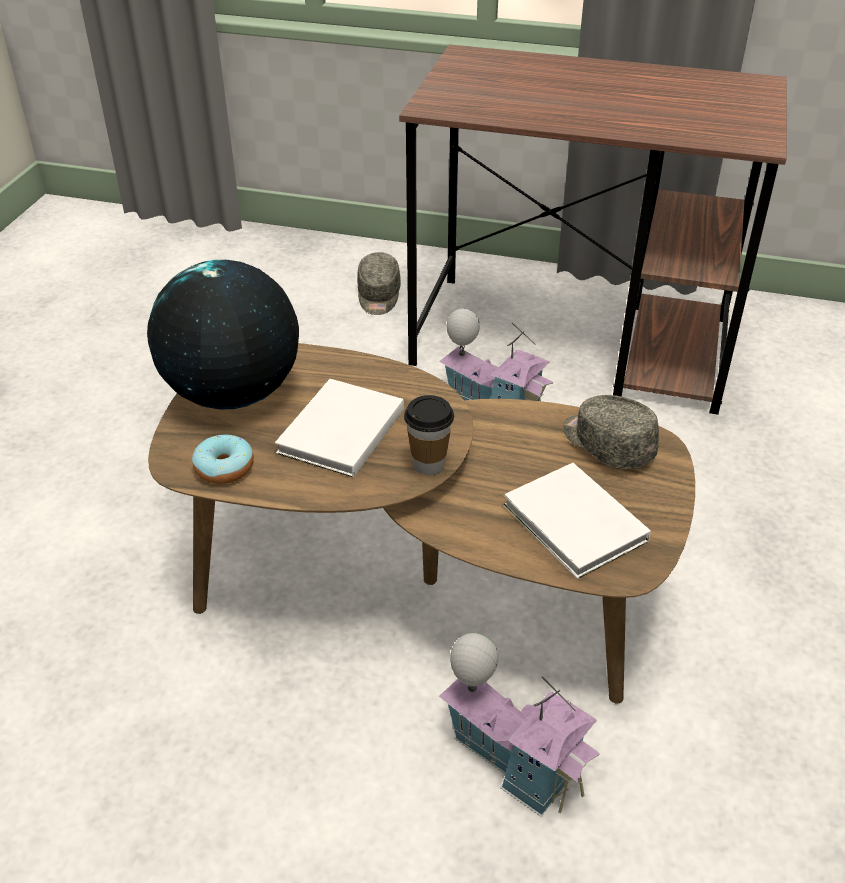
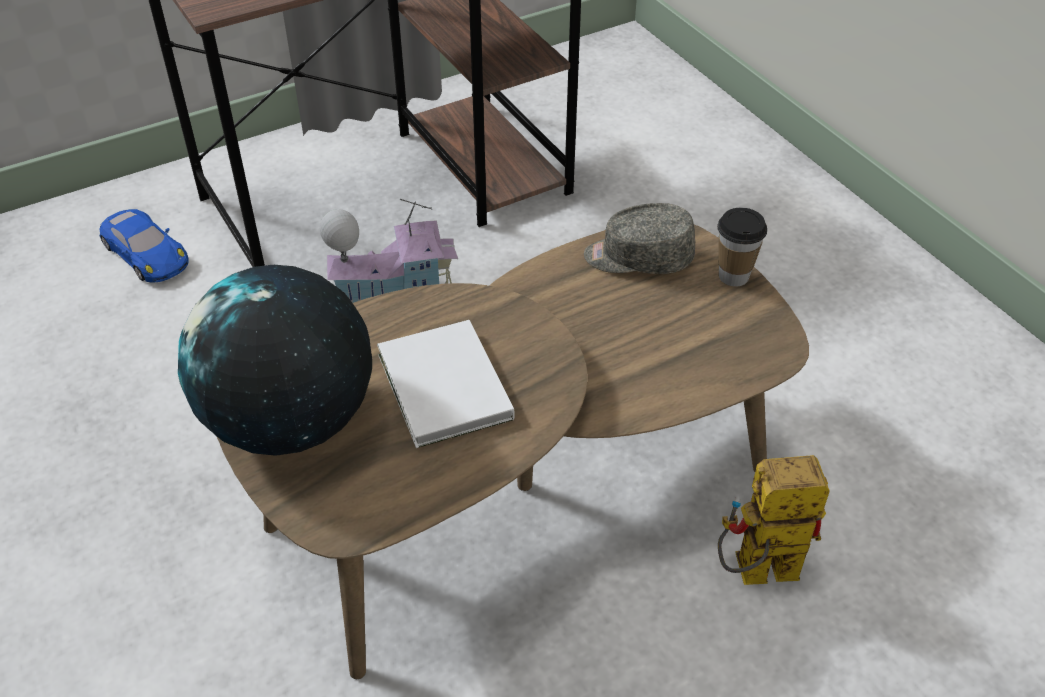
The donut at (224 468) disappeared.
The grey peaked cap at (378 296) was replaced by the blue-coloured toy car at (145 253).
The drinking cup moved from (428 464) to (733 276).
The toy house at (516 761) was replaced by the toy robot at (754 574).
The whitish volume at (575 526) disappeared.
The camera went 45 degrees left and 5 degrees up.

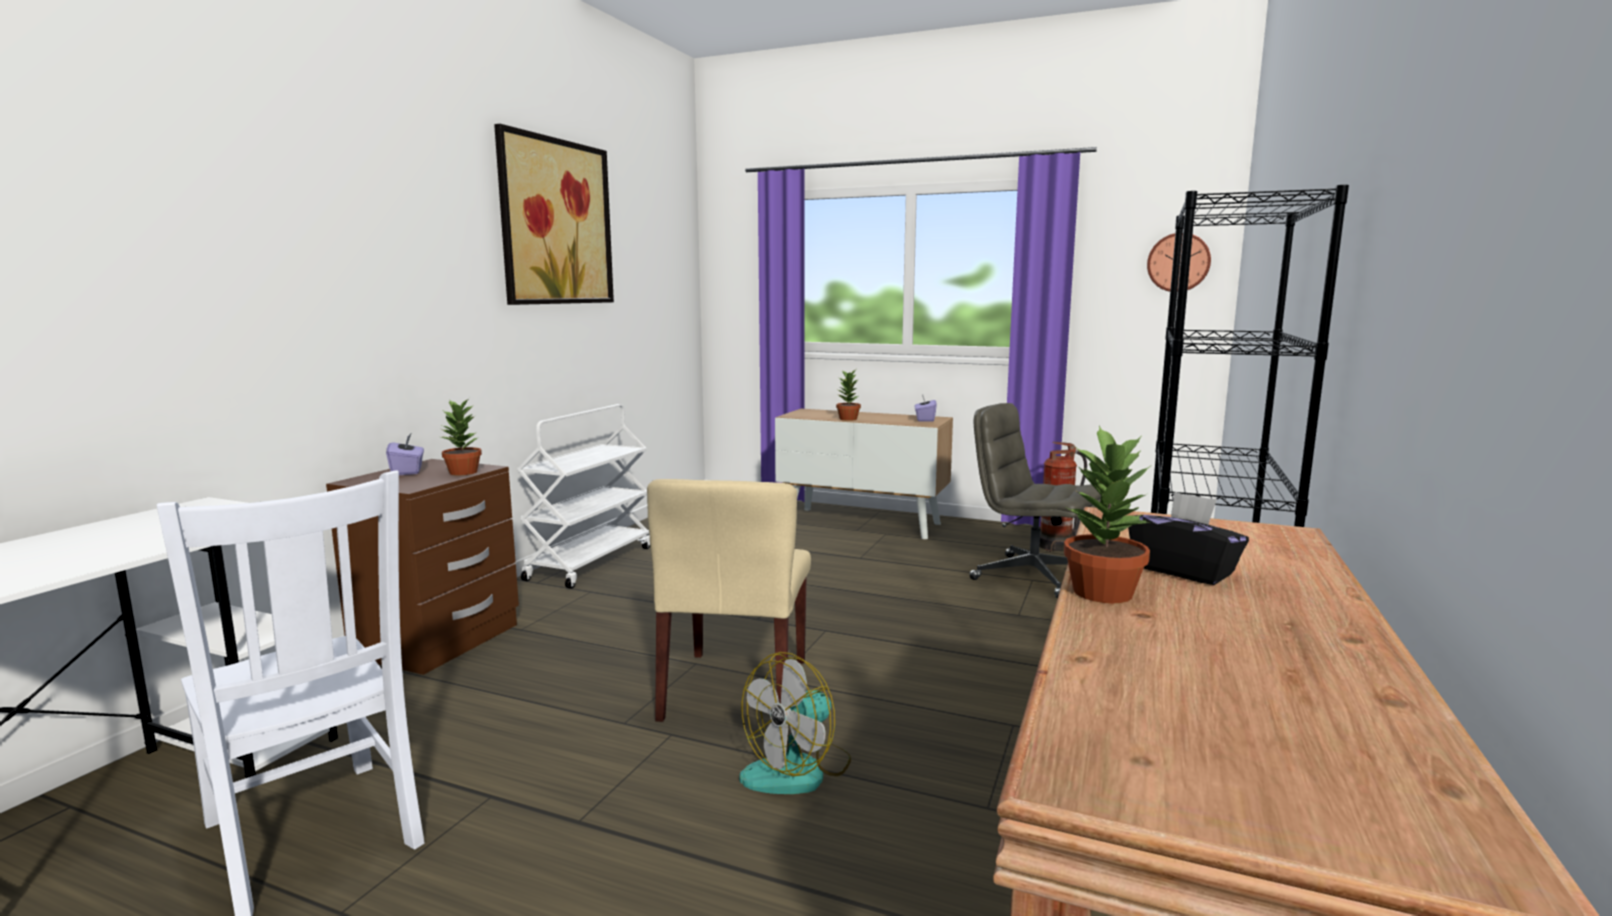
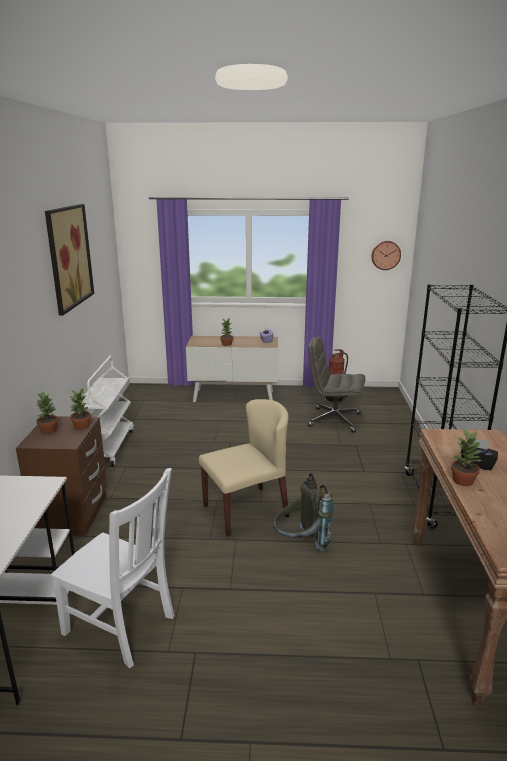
The purplish tissue box at (407 471) was replaced by the potted plant at (48 430).
The beige chair at (736 689) turned 105 degrees counterclockwise.
The fan at (798 770) was replaced by the grey rucksack at (300 544).
The camera went 20 degrees left and 10 degrees up.

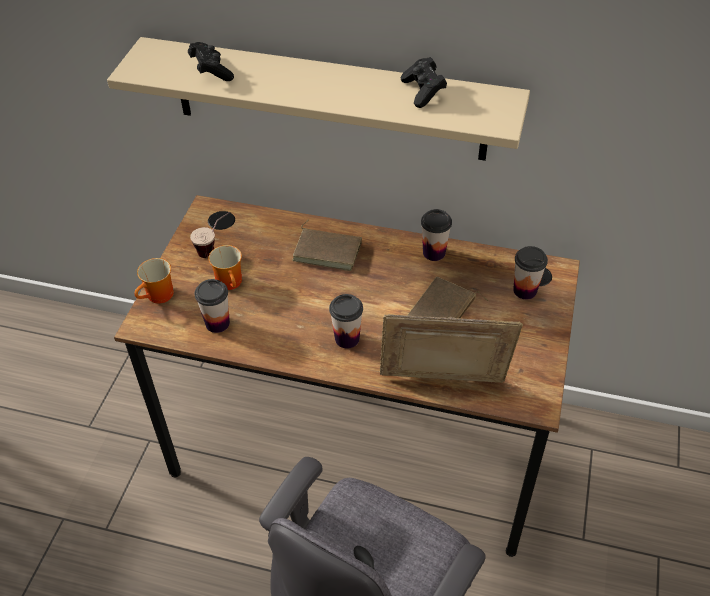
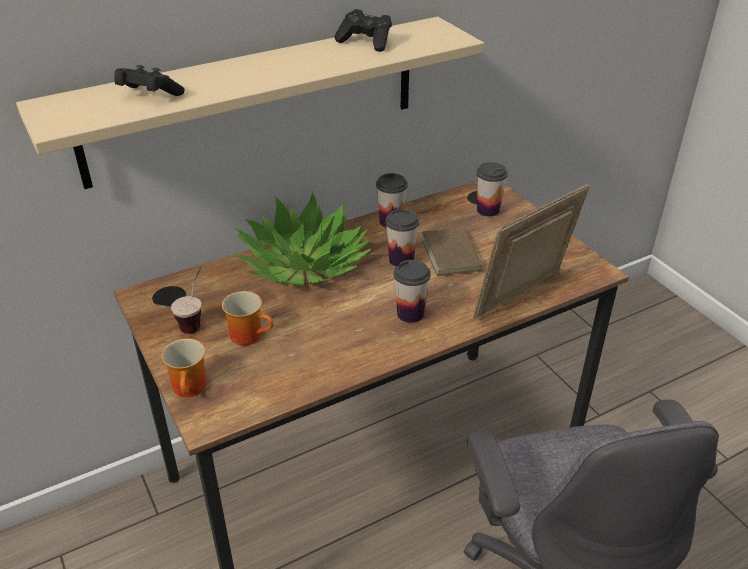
The drinking cup moved from (217 323) to (401 260).
The brown volume at (328 250) was replaced by the potted plant at (304 264).
The camera went 45 degrees left and 10 degrees down.

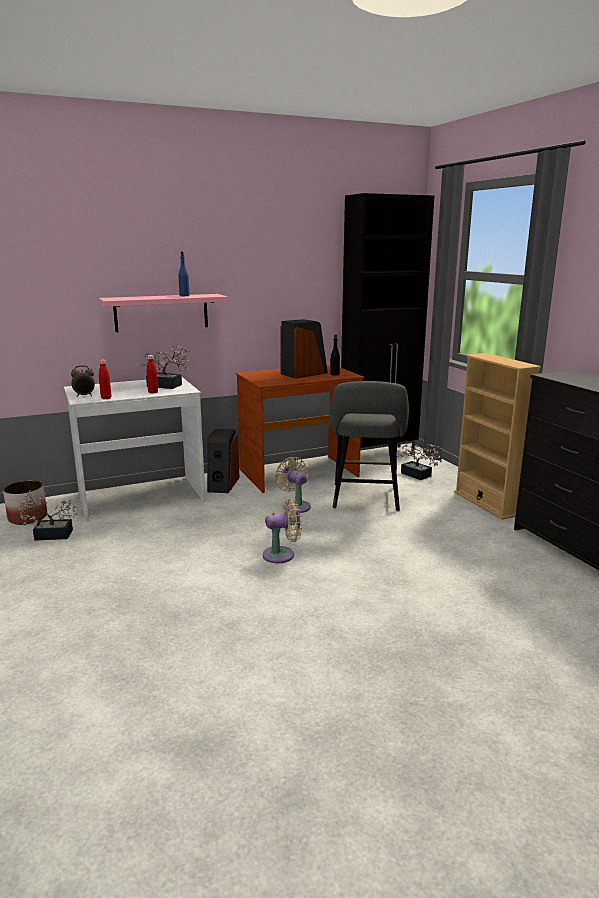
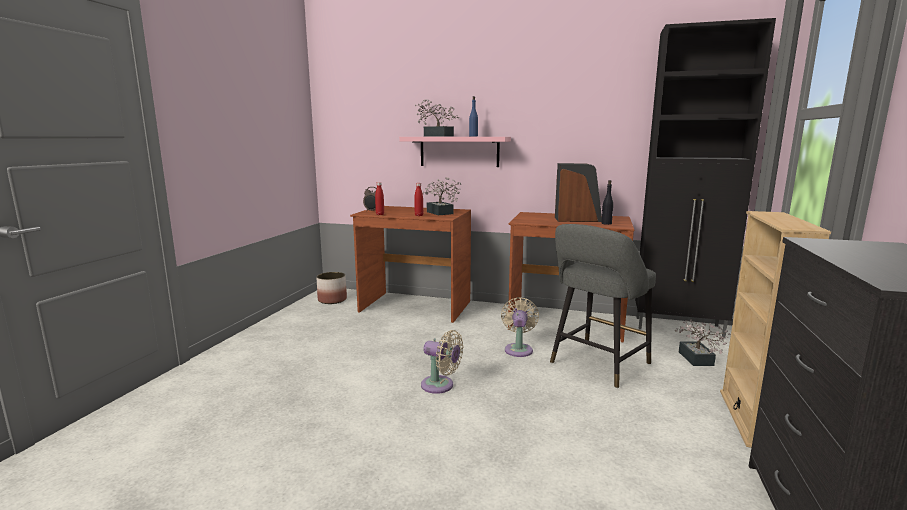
The potted plant moved from (49 535) to (436 136).
The whitish desk unit at (141 498) became the brown desk unit at (415 307).
The loudspeaker at (222 484) disappeared.
The camera went 40 degrees right and 5 degrees down.

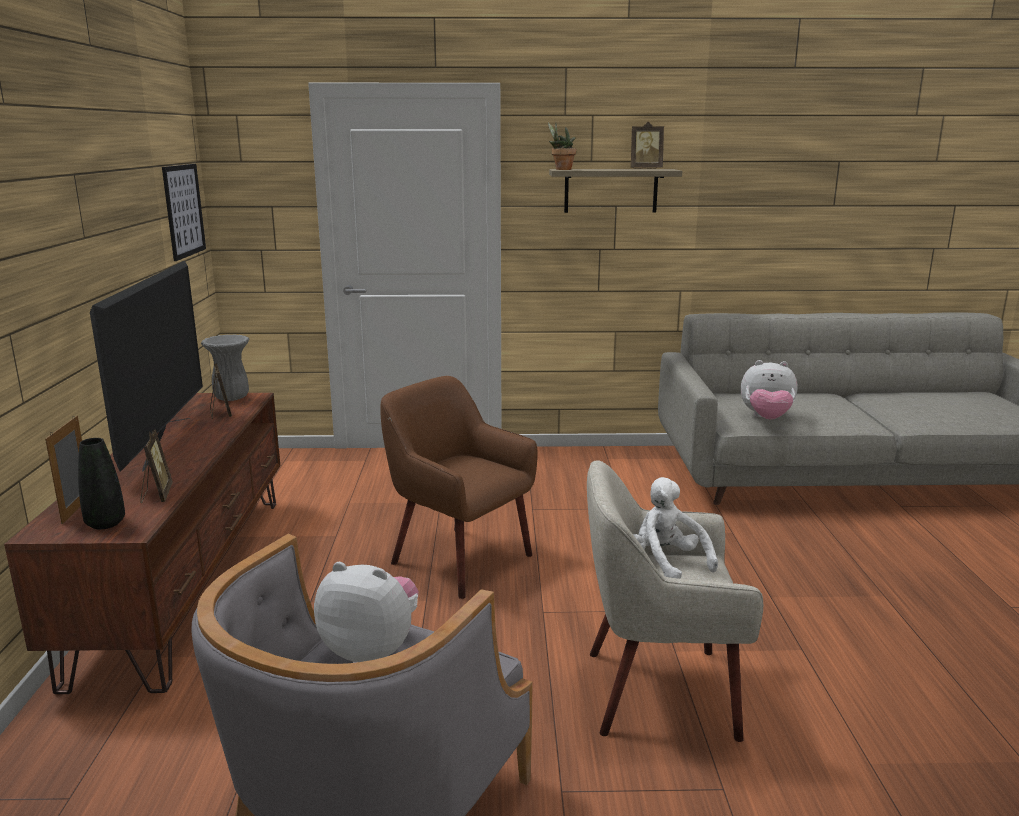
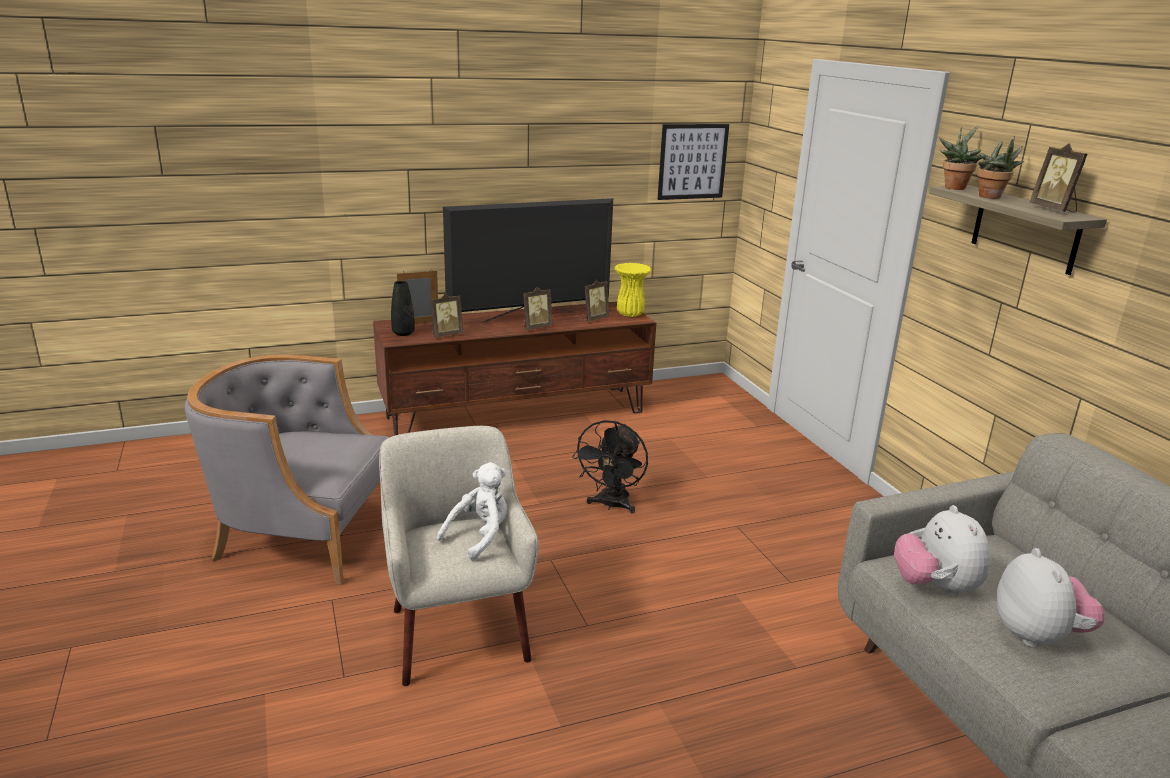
The grey flower vase at (232 397) became the yellowish flower vase at (630 314).
The plush toy moved from (372 649) to (1038 636).
The brown easy chair at (459 559) was replaced by the black-coloured fan at (611 505).
The picture frame at (536 327) appeared.
The potted plant at (992 197) appeared.
The camera went 70 degrees right and 5 degrees up.

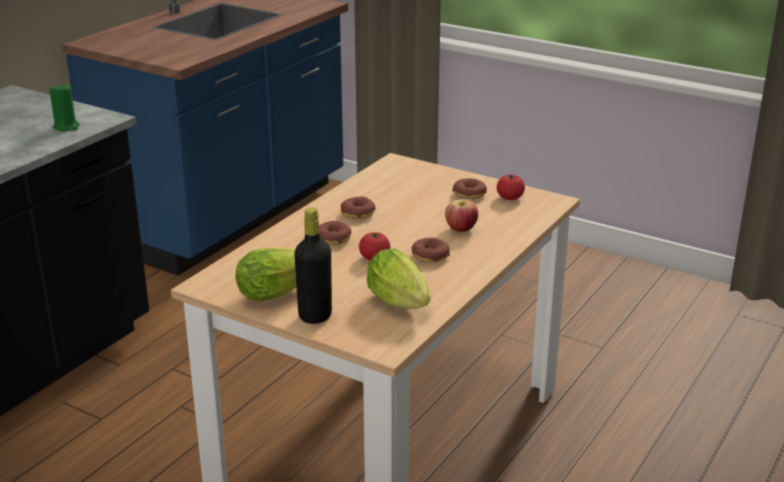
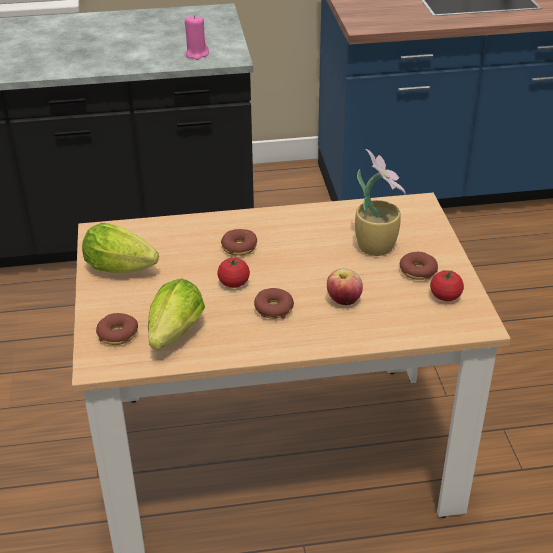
The green candle at (66 127) became the pink candle at (196 54).
The black-coloured bottle at (315 316) disappeared.
The donut moved from (358 213) to (117 334).
The potted plant at (376 245) appeared.
The camera went 50 degrees right and 10 degrees up.

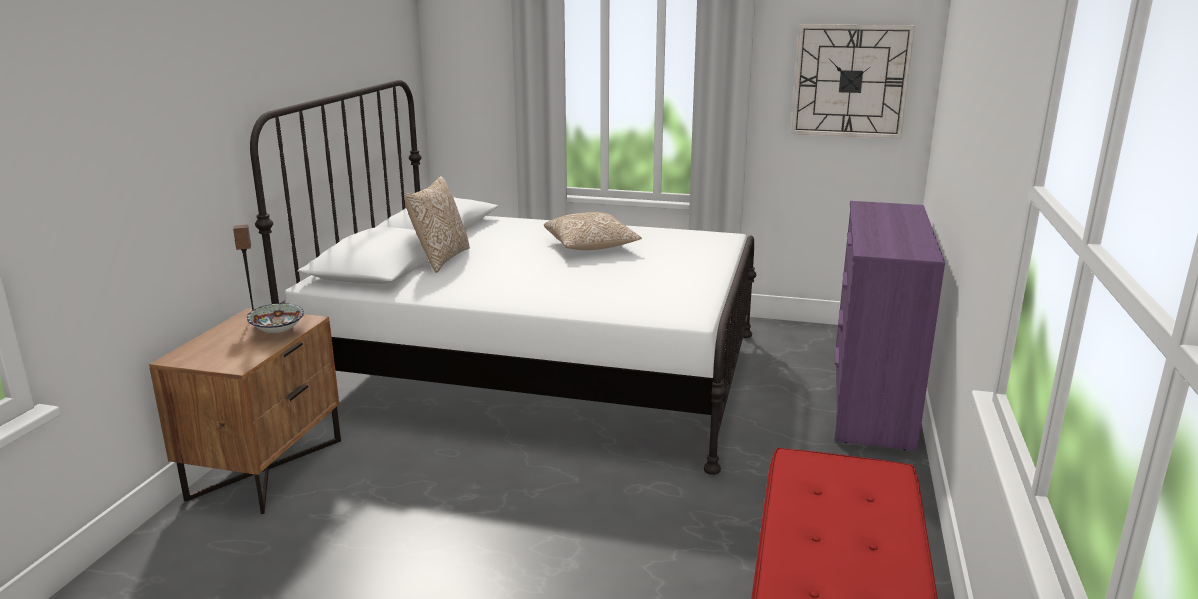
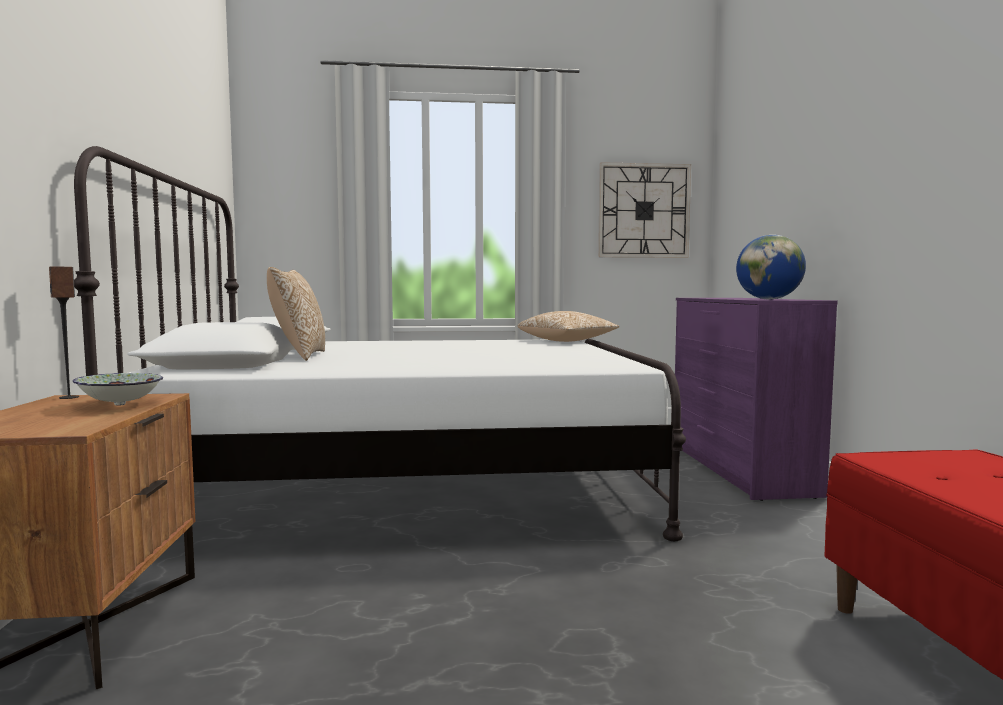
The throw pillow moved from (590 247) to (567 341).
The globe at (768 299) appeared.
The camera went 20 degrees left and 15 degrees down.

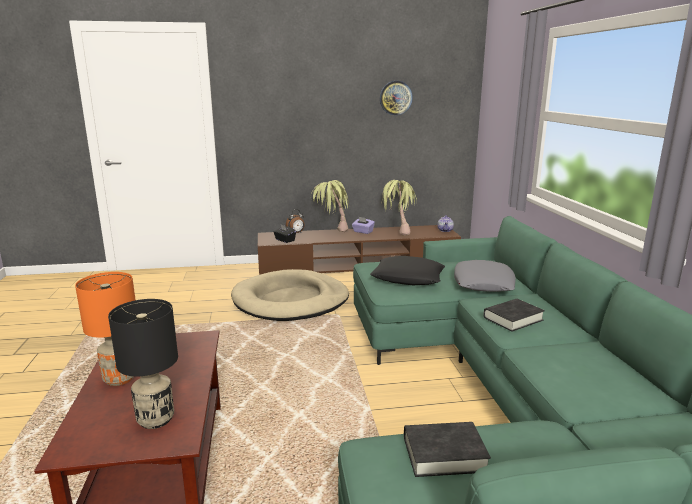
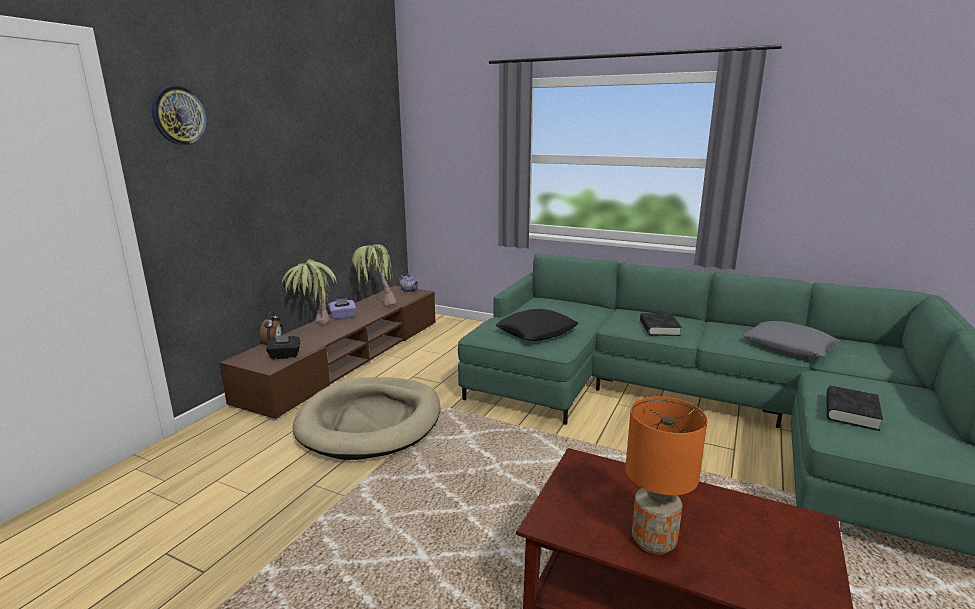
The black-coloured table lamp at (156 419) disappeared.
The hanging clock moved from (395 98) to (179 115).
The grey throw pillow moved from (483 283) to (789 346).
The camera went 55 degrees left and 0 degrees up.

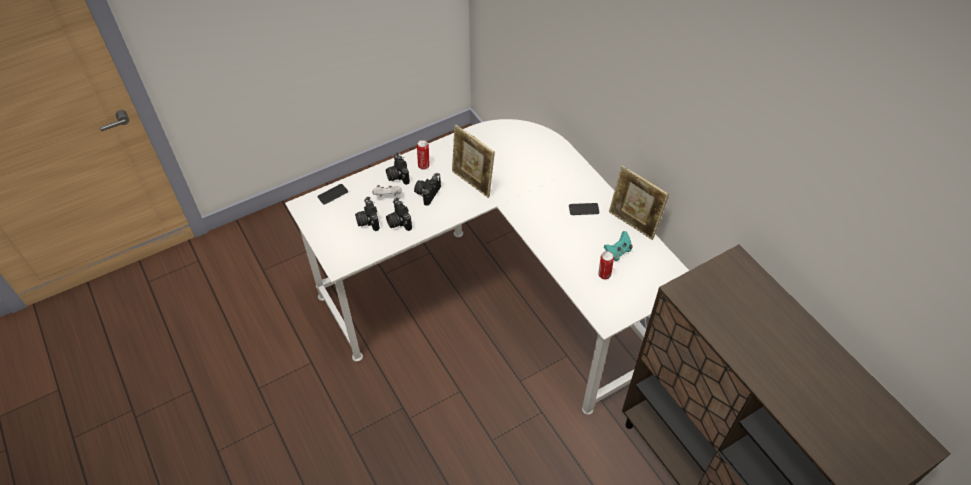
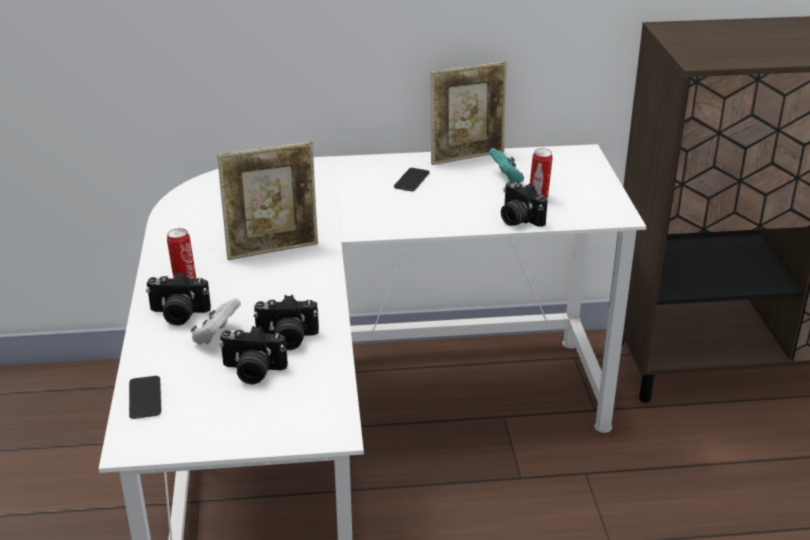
The still camera moved from (427 193) to (518 219).
The camera went 65 degrees left and 20 degrees down.

